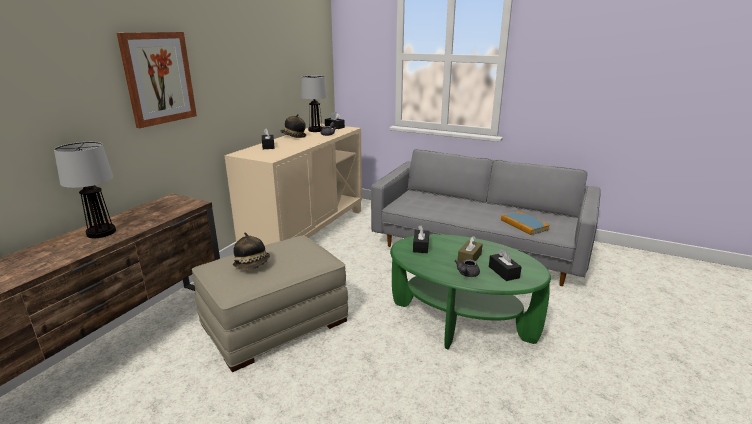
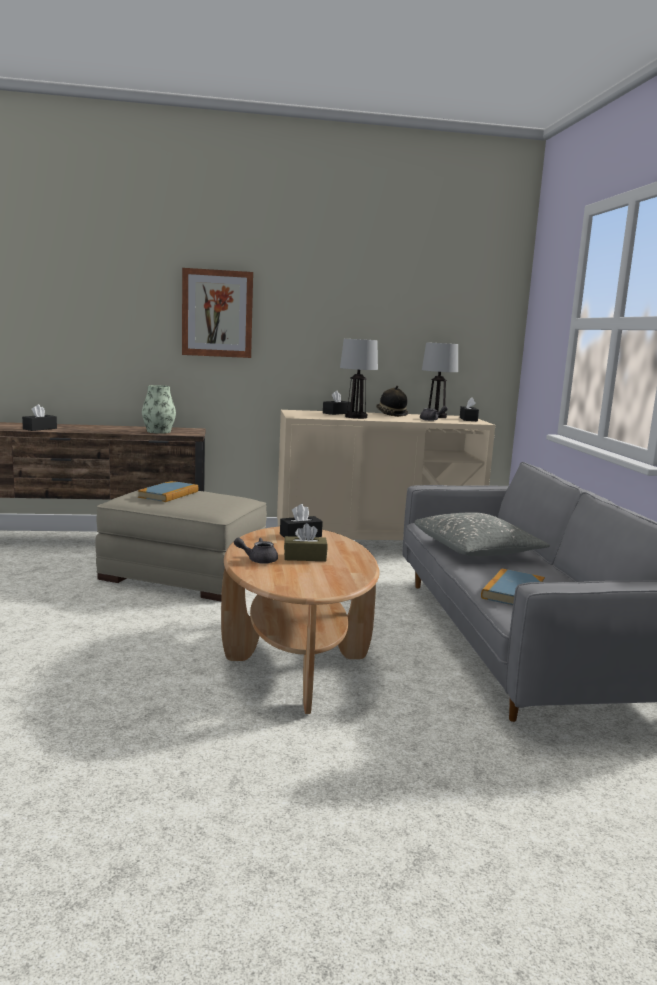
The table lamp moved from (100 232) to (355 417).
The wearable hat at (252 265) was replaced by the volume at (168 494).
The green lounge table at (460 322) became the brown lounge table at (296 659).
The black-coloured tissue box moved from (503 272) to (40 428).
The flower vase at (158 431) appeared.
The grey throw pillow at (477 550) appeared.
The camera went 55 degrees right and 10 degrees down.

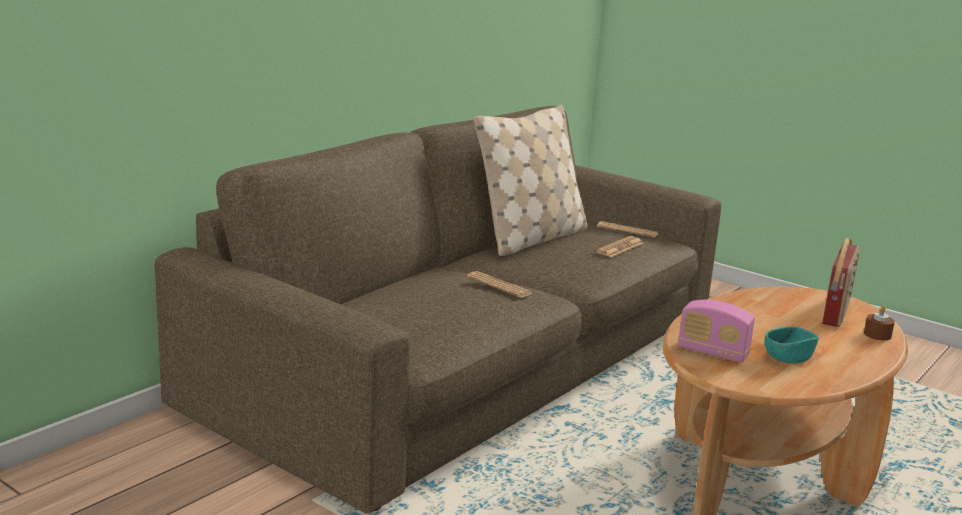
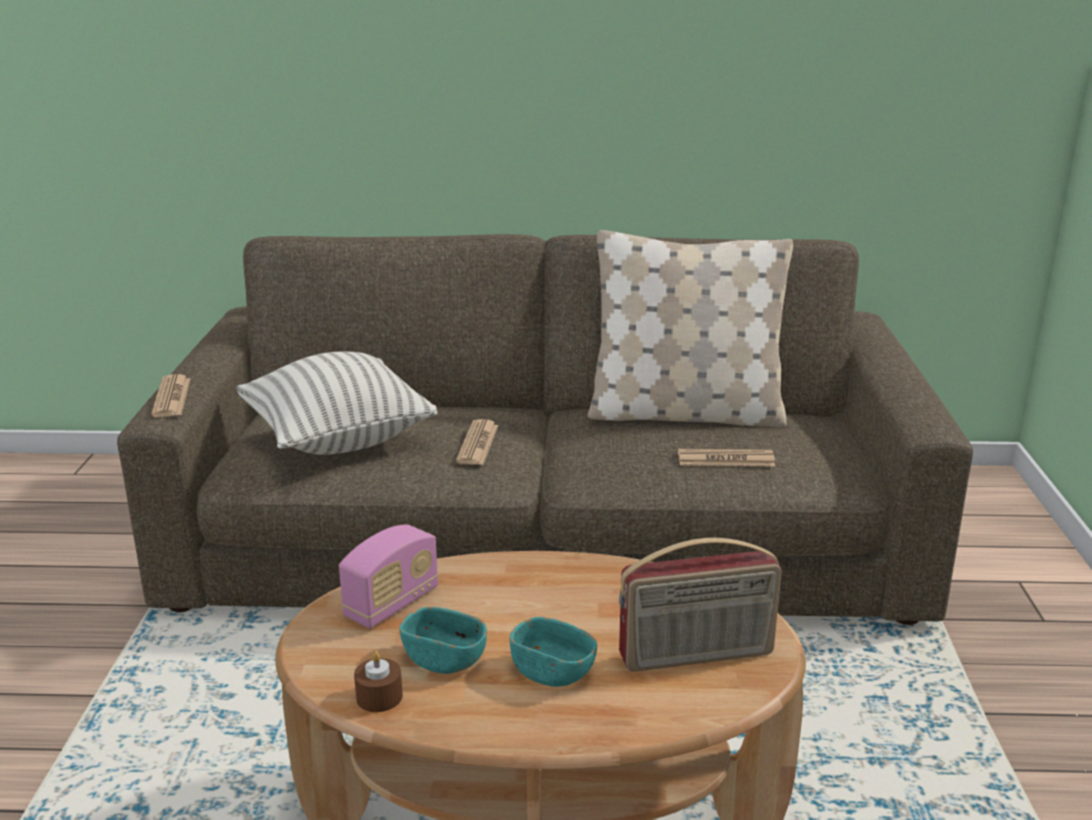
The daily paper moved from (627 230) to (171 397).
The radio receiver at (712 352) turned 135 degrees counterclockwise.
The brown candle moved from (877 335) to (379 697).
The throw pillow at (338 440) appeared.
The blue-green deep dish at (552 672) appeared.
The camera went 55 degrees right and 5 degrees up.

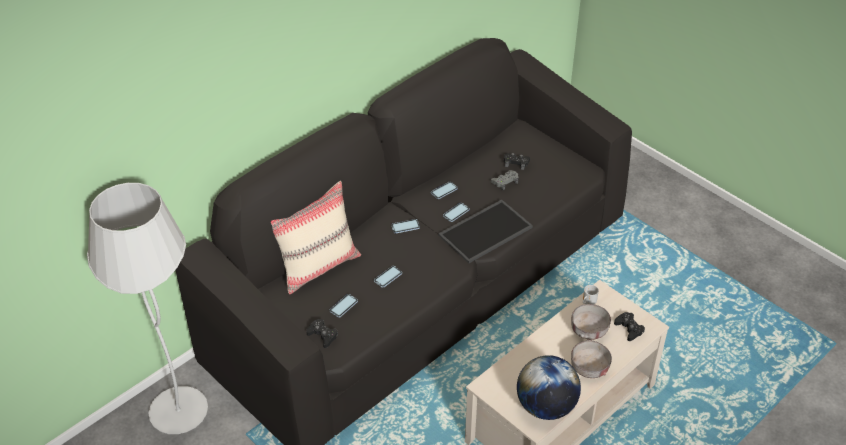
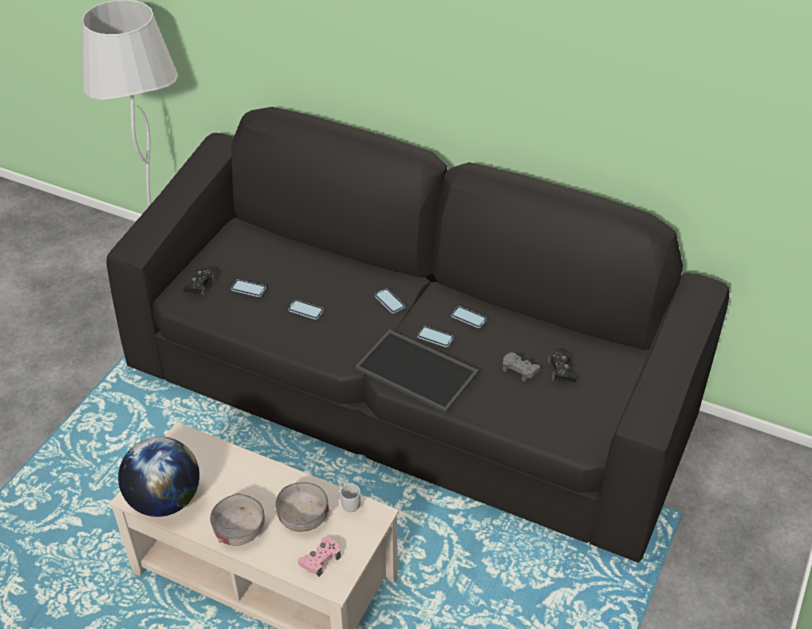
The beige throw pillow at (318 266) disappeared.
The black-coloured joypad at (629 329) became the pink joypad at (320 559).
The camera went 70 degrees right and 0 degrees up.

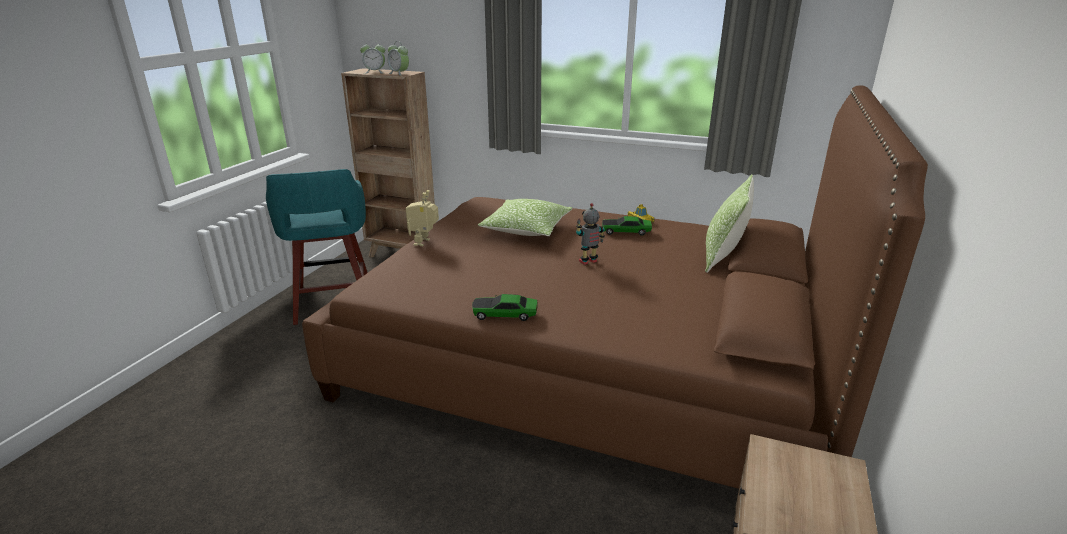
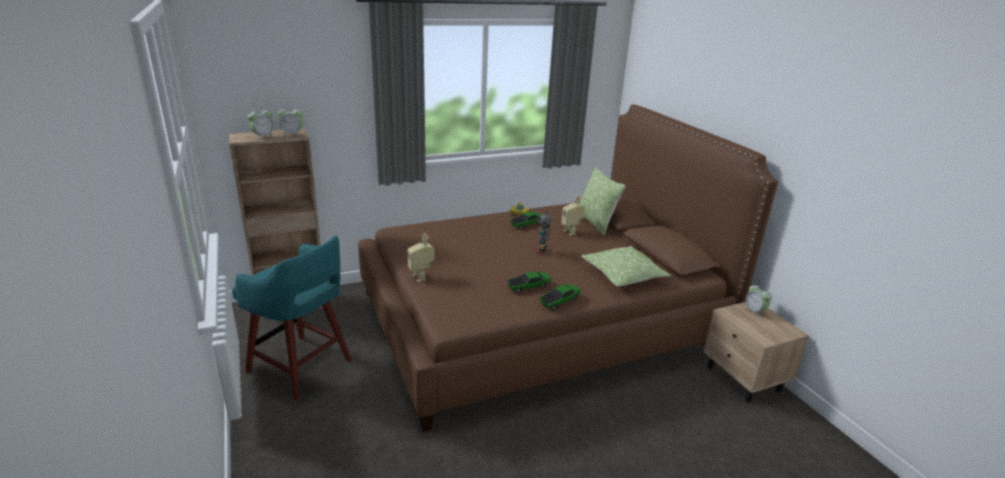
The throw pillow moved from (526 229) to (623 275).
The toy car at (528 286) appeared.
The toy robot at (571 232) appeared.
The bedside clock at (754 311) appeared.
The camera went 45 degrees left and 0 degrees up.

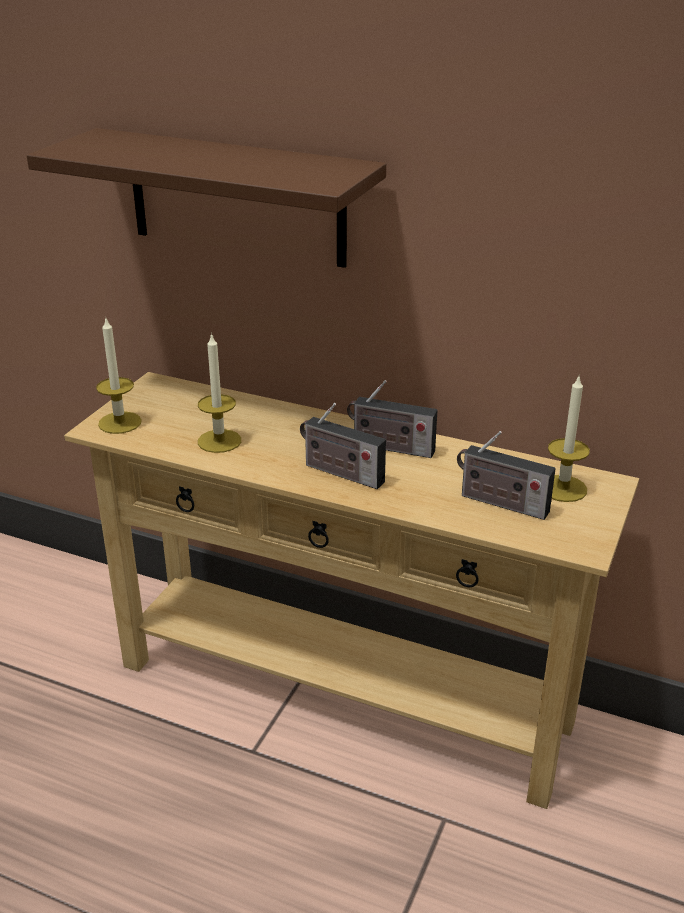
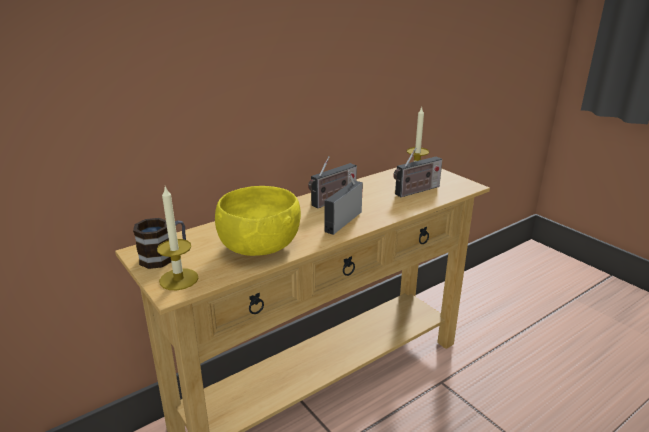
The brown wall shelf at (236 198) disappeared.
The candle at (219 441) was replaced by the yellowish deep dish at (259 247).
The radio receiver at (340 473) turned 150 degrees clockwise.
The coffee mug at (164 257) appeared.
The camera went 60 degrees left and 5 degrees down.

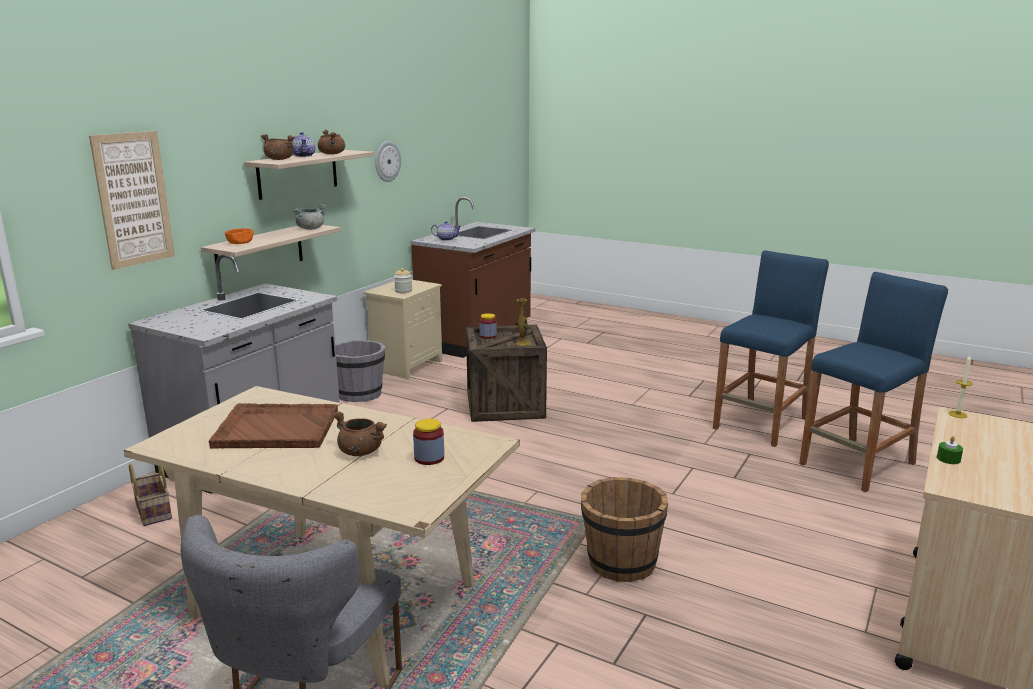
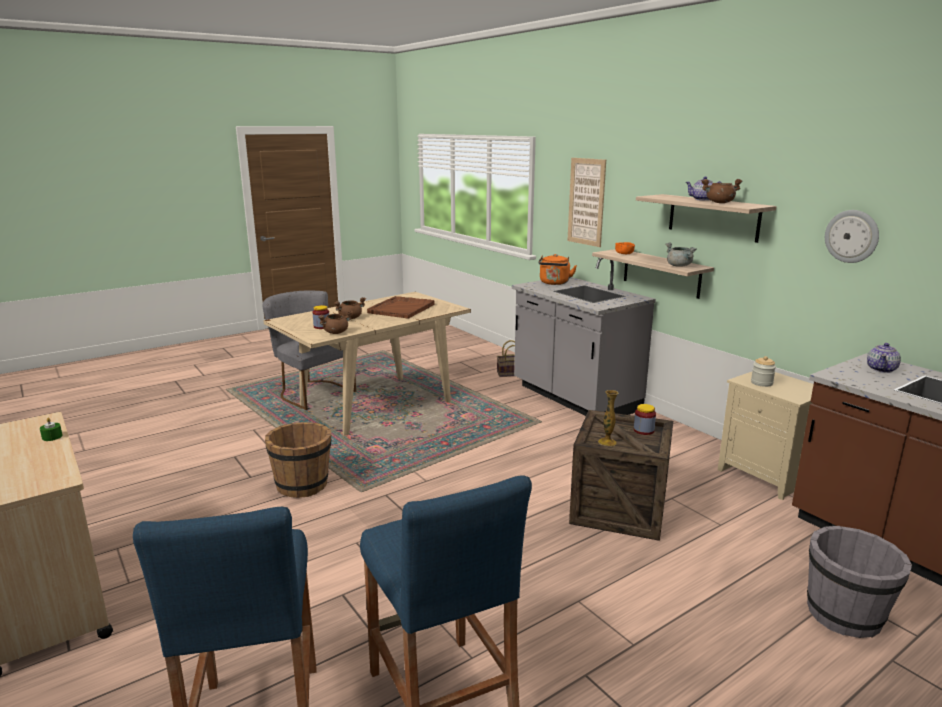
The brown stockpot moved from (279 159) to (336 332).
The grey bucket moved from (359 394) to (845 615).
The candle at (957 414) disappeared.
The orangey kettle at (554 283) appeared.
The camera went 115 degrees right and 0 degrees up.

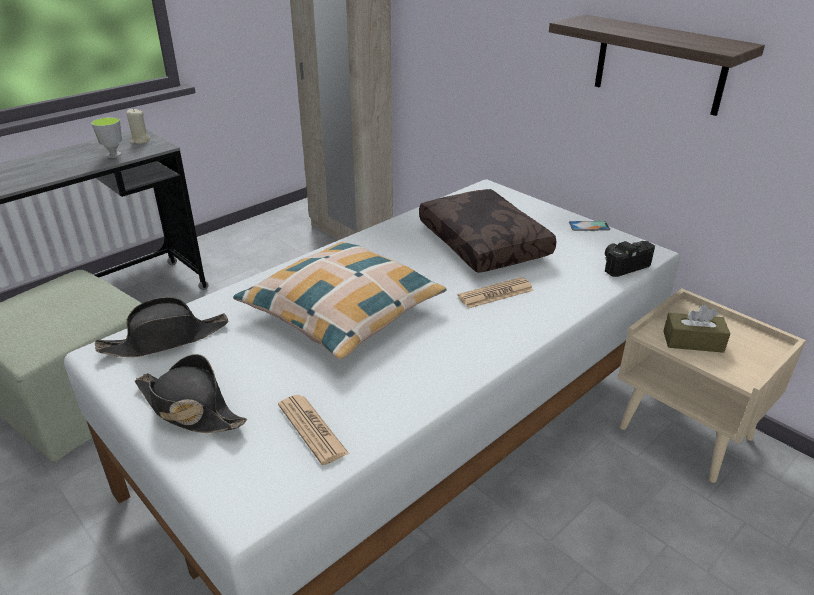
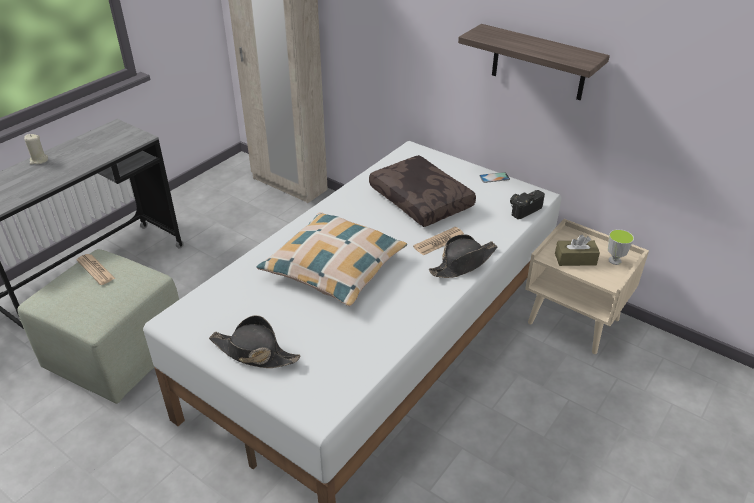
The drinking cup moved from (114 155) to (614 260).
The black-coloured wearable hat moved from (166 339) to (463 263).
The beige candle moved from (140 141) to (39 160).
The daily paper moved from (312 429) to (95 269).
The camera went 10 degrees left and 5 degrees up.

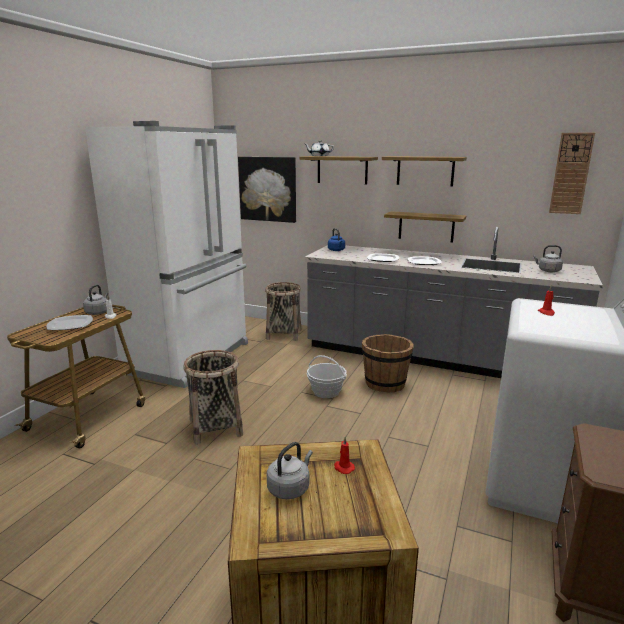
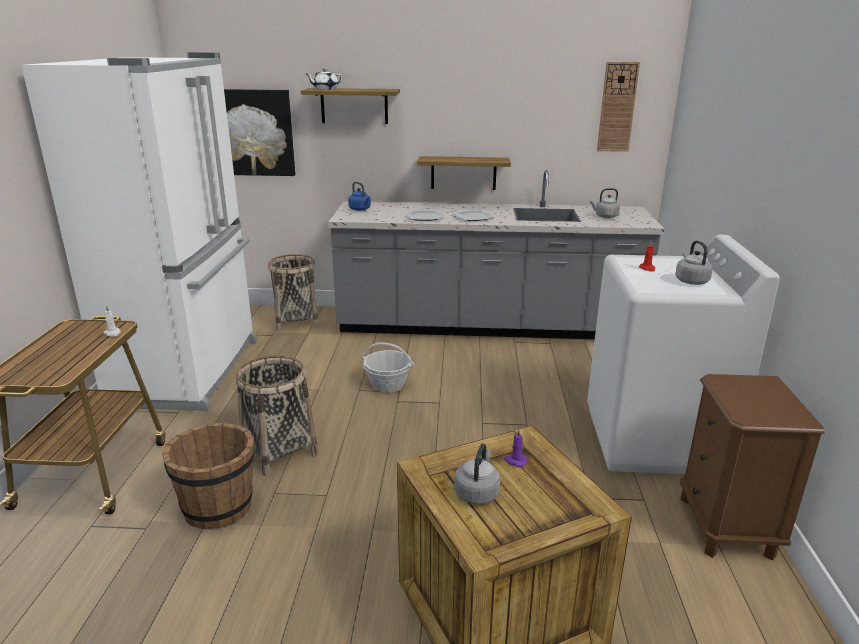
The dinner plate at (70 324) disappeared.
The grey kettle moved from (98 312) to (690 281).
The red-coloured candle at (343 468) became the purplish candle at (515 461).
The brown bucket moved from (385 383) to (218 507).
The wall shelf at (425 171) disappeared.
The camera went 20 degrees left and 5 degrees up.

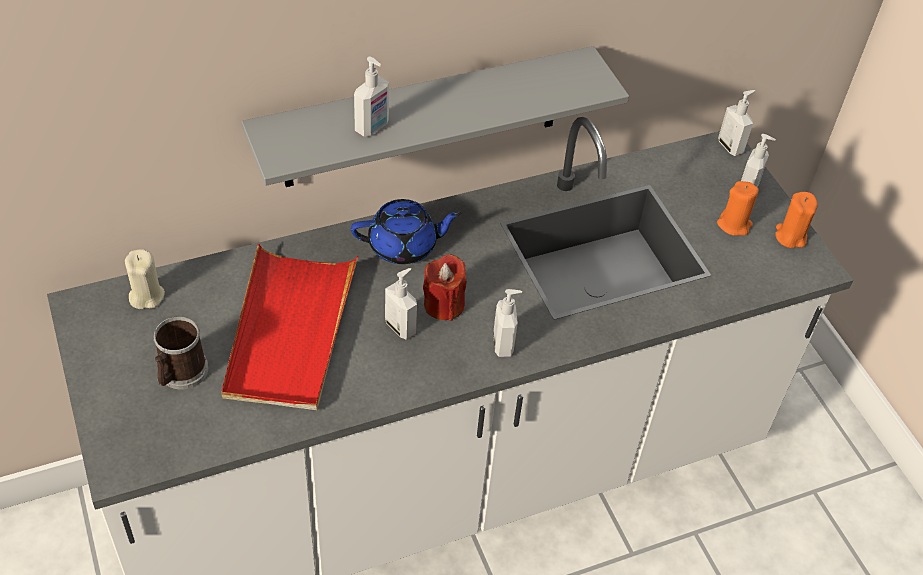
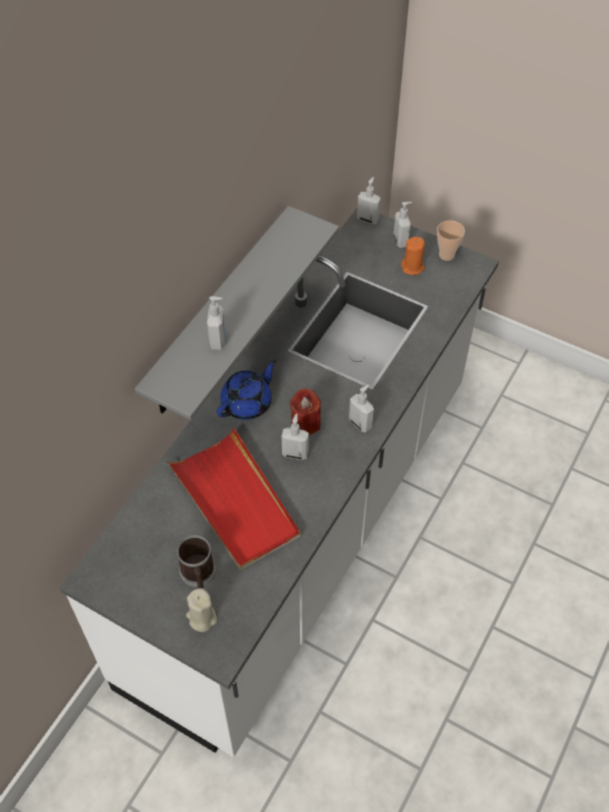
The beige candle moved from (146 296) to (201 618).
The orangey candle at (790 236) was replaced by the drinking cup at (446 255).
The camera went 35 degrees left and 5 degrees up.

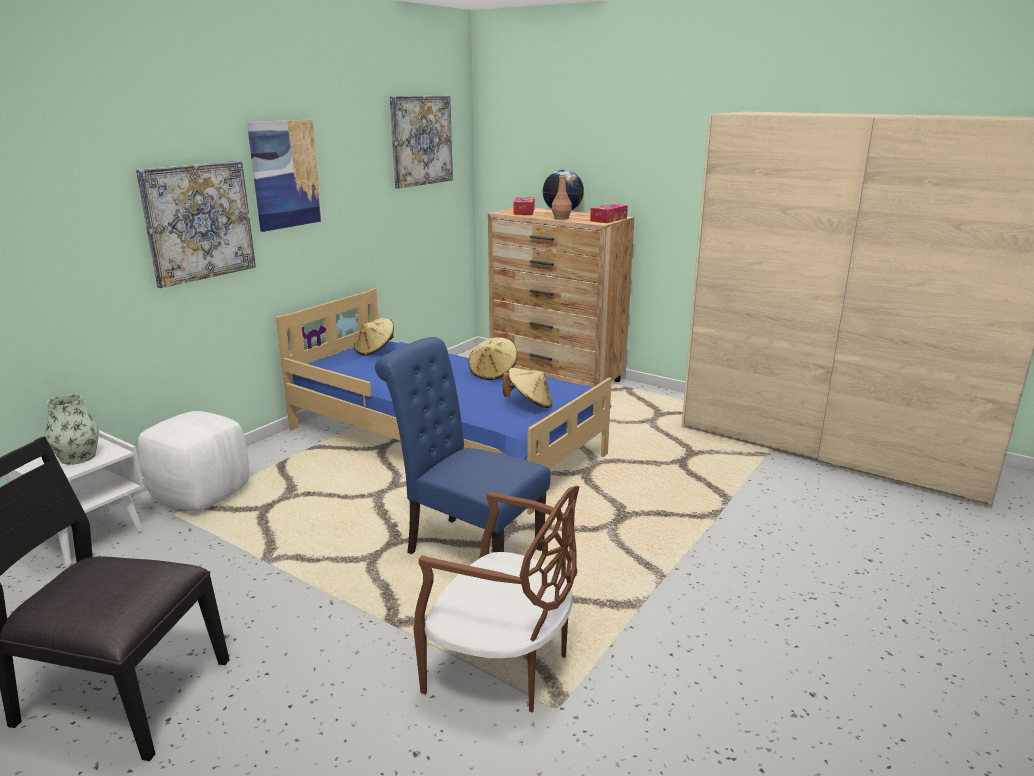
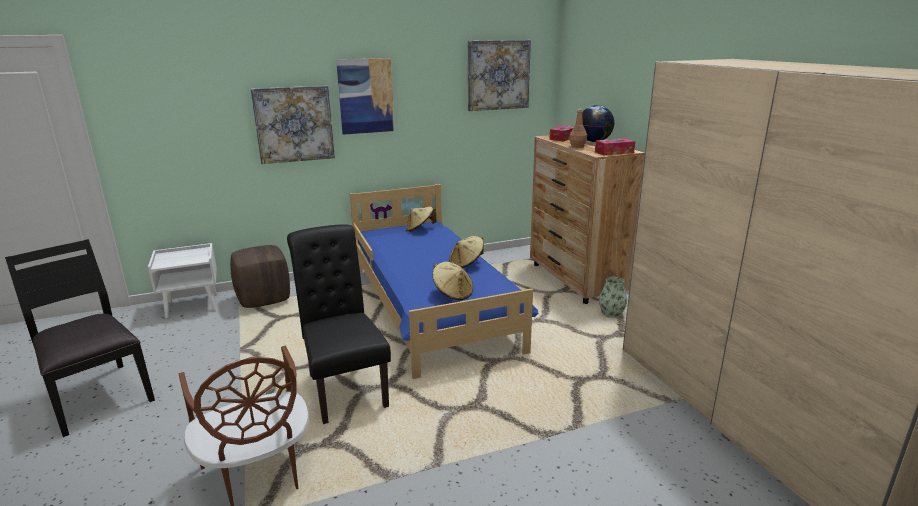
The flower vase moved from (78 457) to (611 314).
The whitish footrest at (201 495) became the brown footrest at (264 299).
The blue-coloured chair at (467 549) became the black-coloured chair at (344 387).
The camera went 35 degrees right and 0 degrees up.

